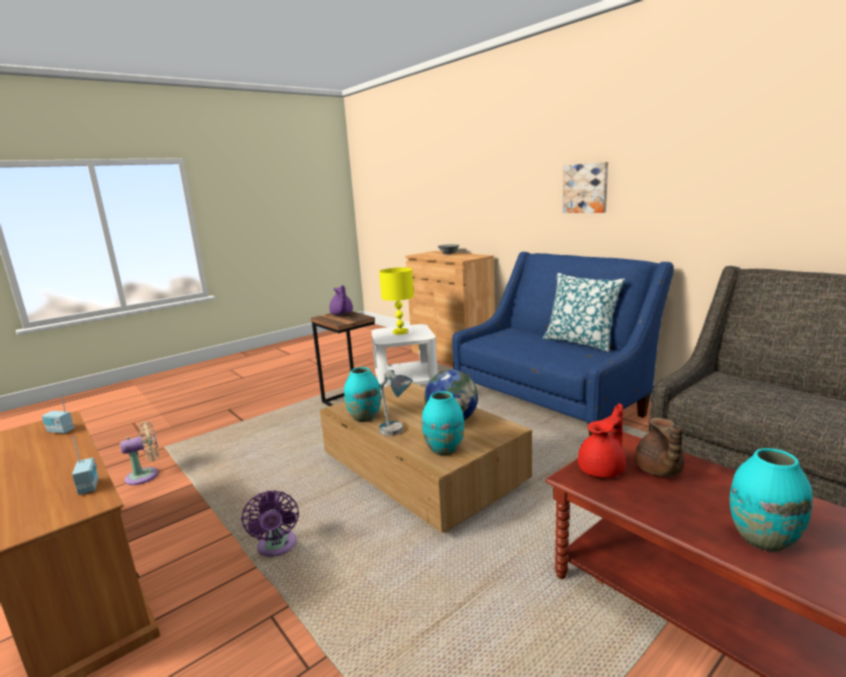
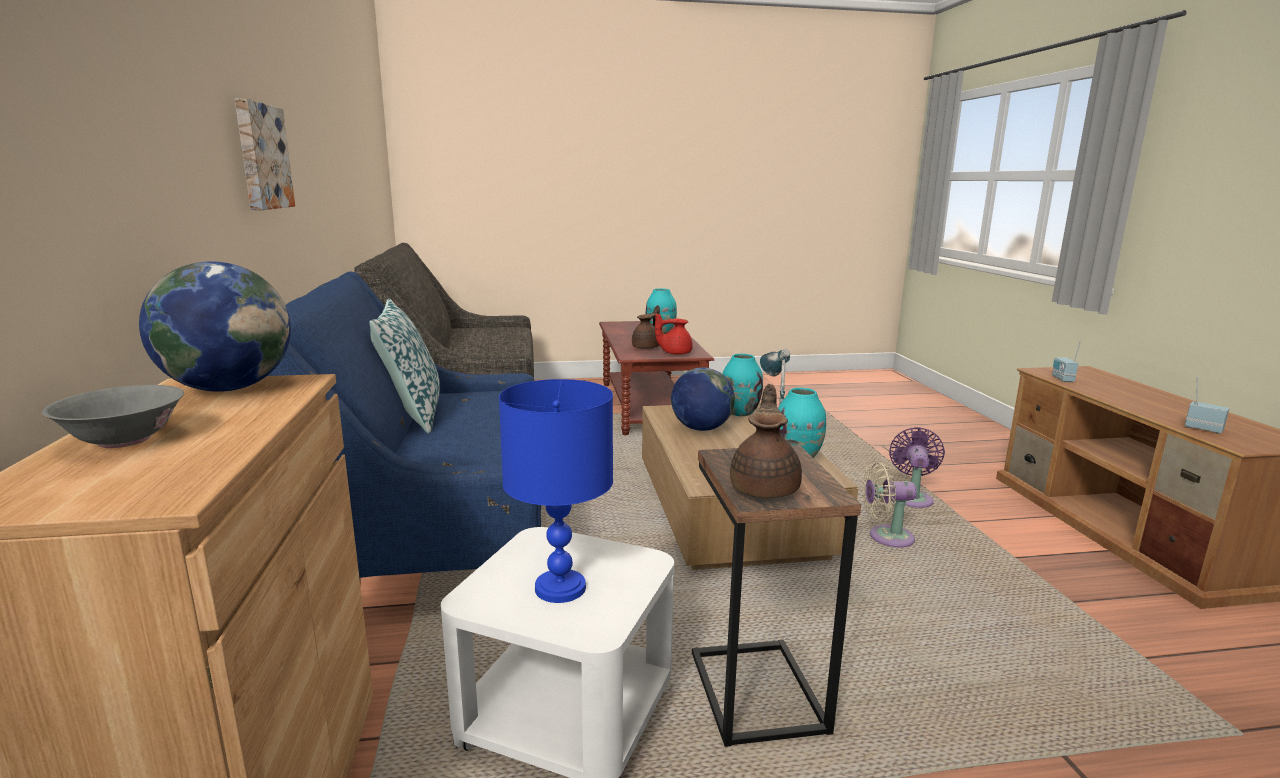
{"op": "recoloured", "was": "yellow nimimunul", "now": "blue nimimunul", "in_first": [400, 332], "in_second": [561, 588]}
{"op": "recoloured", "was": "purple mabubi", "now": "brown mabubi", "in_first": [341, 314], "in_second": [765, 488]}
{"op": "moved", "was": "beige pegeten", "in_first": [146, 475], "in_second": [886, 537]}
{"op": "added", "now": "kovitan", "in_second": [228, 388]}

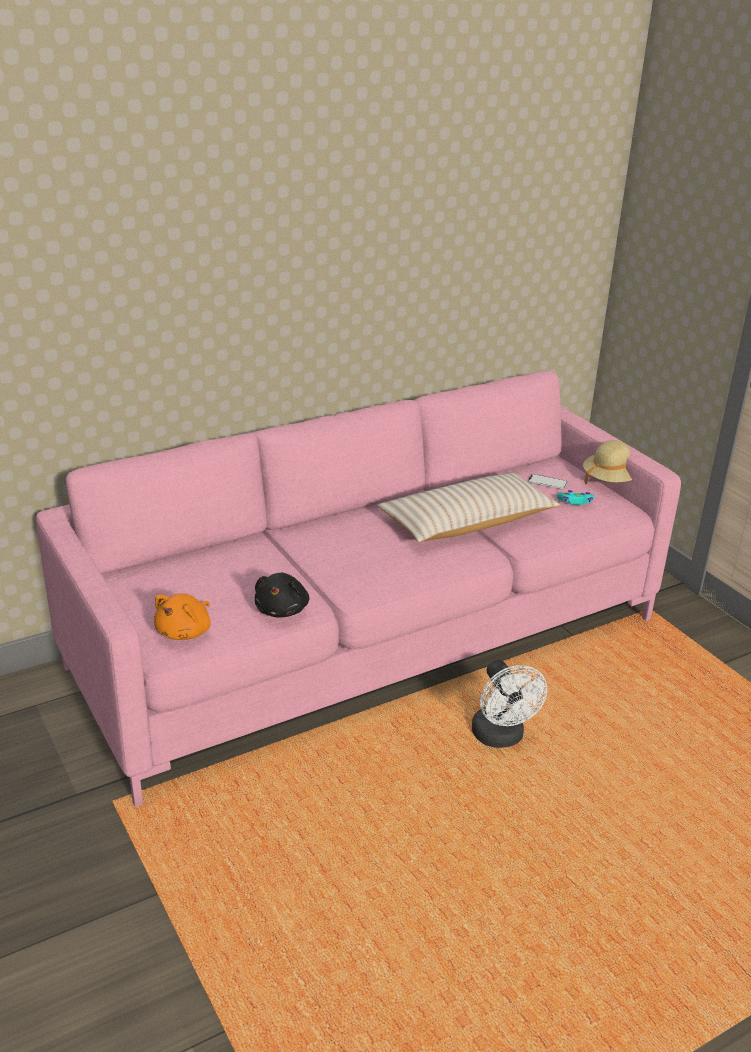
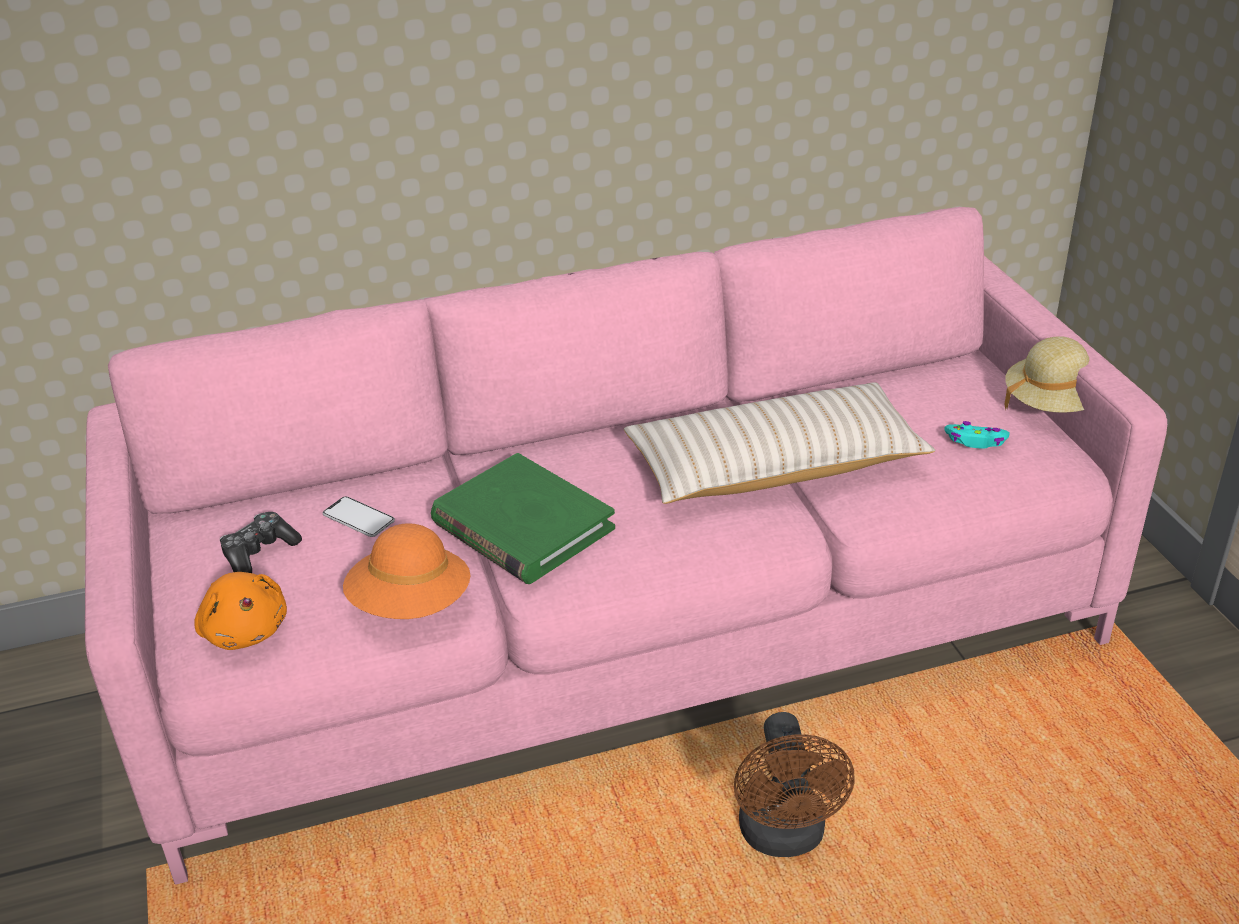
{"op": "moved", "was": "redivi", "in_first": [547, 482], "in_second": [358, 518]}
{"op": "replaced", "was": "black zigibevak", "now": "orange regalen", "in_first": [282, 609], "in_second": [411, 604]}
{"op": "turned", "was": "orange zigibevak", "in_first": [185, 631], "in_second": [245, 630], "clockwise": -75}
{"op": "recoloured", "was": "white pegeten", "now": "brown pegeten", "in_first": [501, 737], "in_second": [785, 837]}
{"op": "added", "now": "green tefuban", "in_second": [522, 526]}
{"op": "added", "now": "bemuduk", "in_second": [259, 553]}

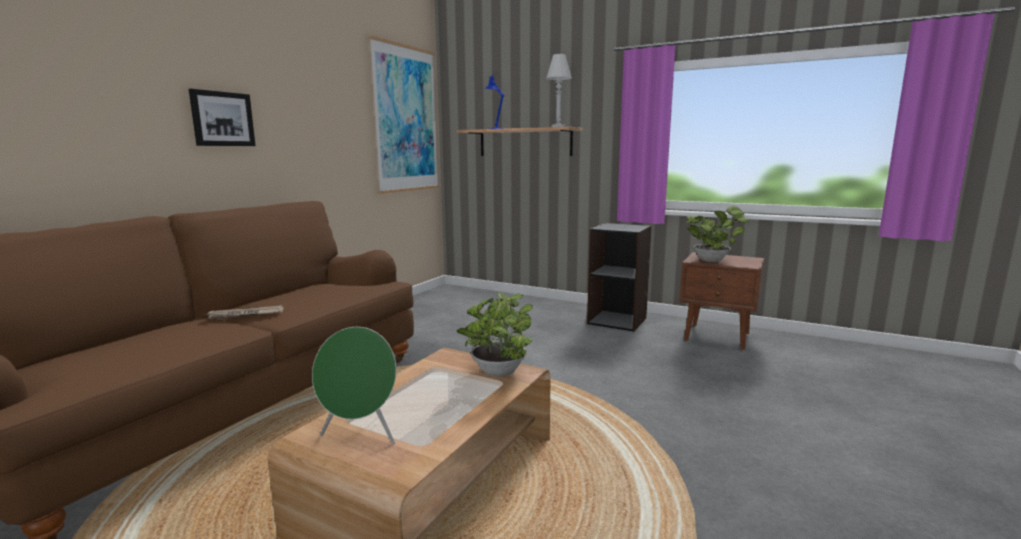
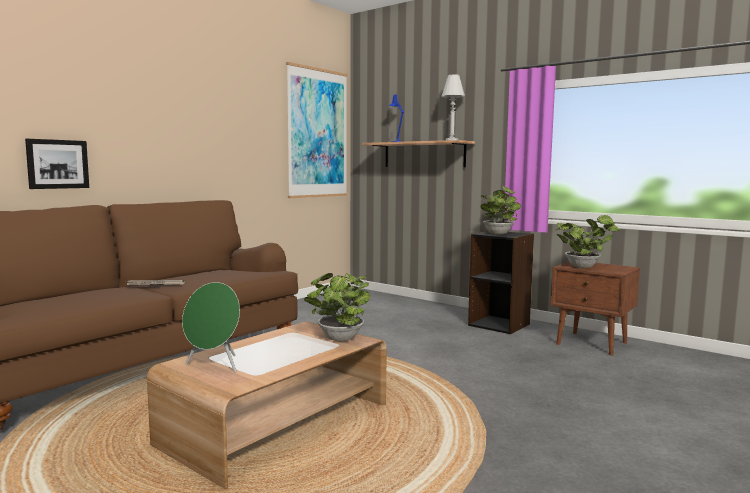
{"op": "moved", "was": "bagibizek", "in_first": [222, 119], "in_second": [57, 164]}
{"op": "added", "now": "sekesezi", "in_second": [498, 233]}

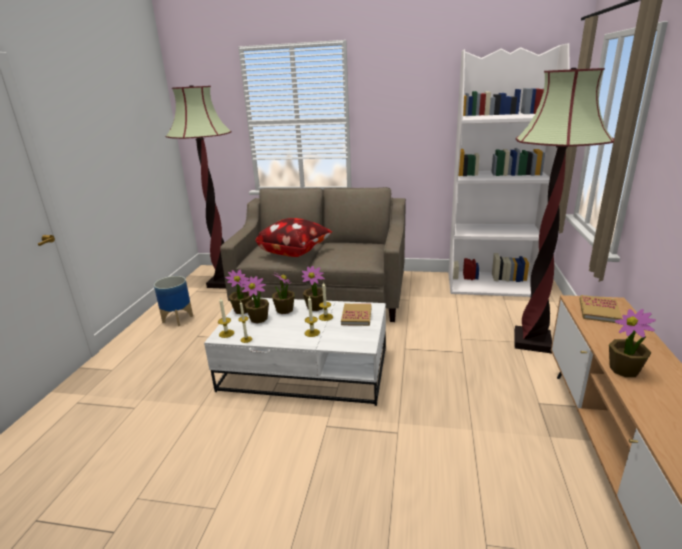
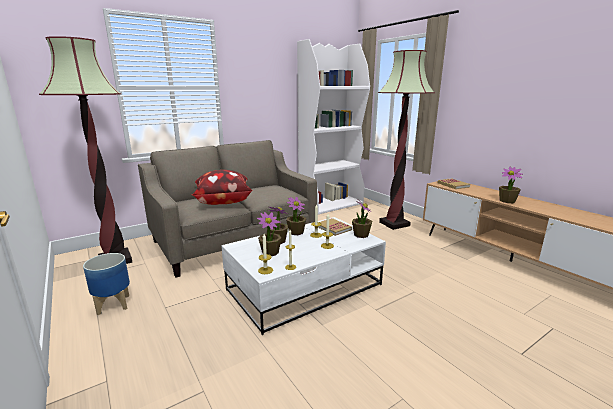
{"op": "moved", "was": "sekesezi", "in_first": [242, 310], "in_second": [361, 235]}

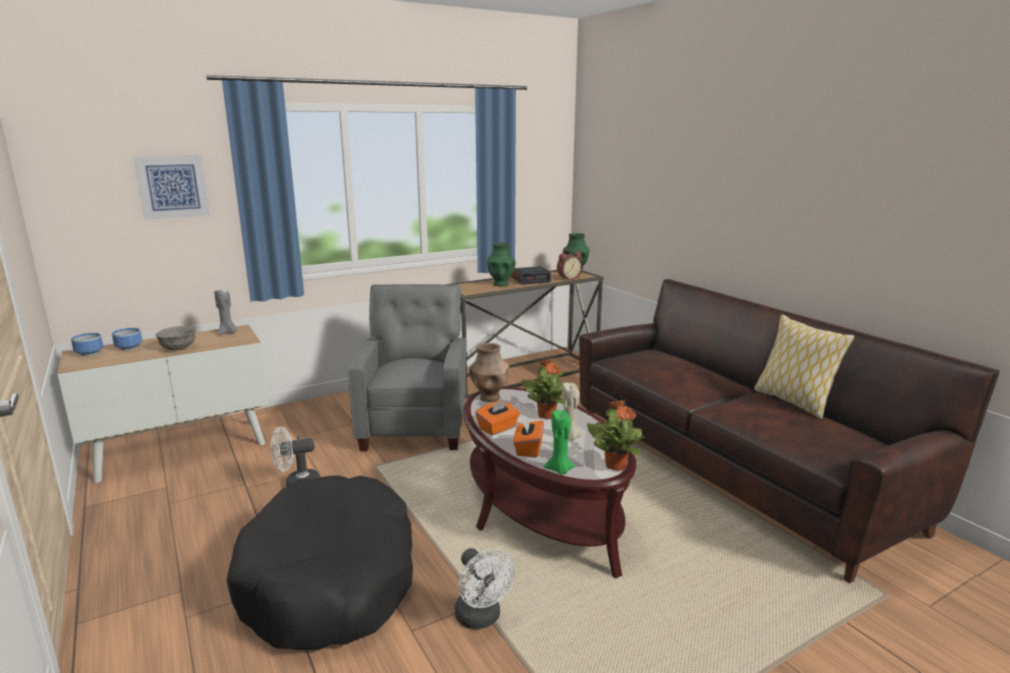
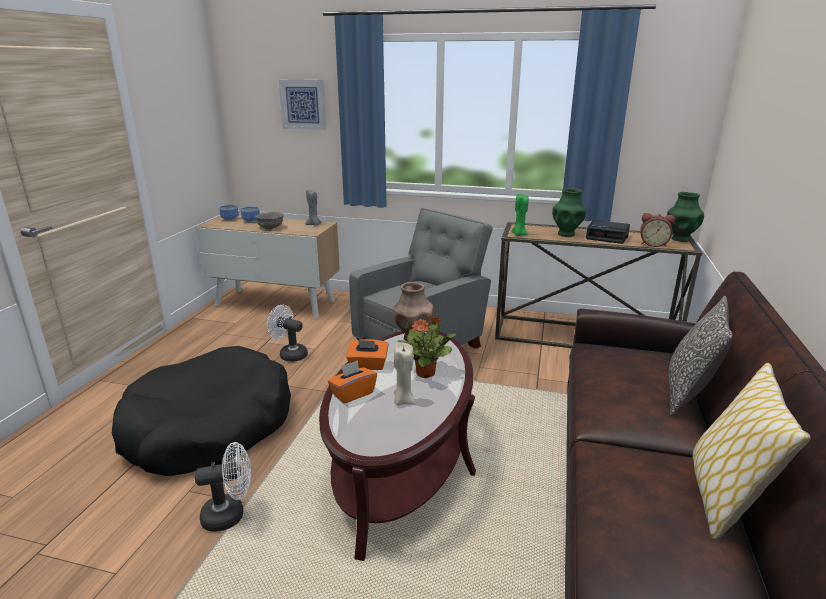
{"op": "removed", "was": "sekesezi", "in_first": [615, 465]}
{"op": "moved", "was": "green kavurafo", "in_first": [560, 470], "in_second": [519, 235]}
{"op": "turned", "was": "white pegeten", "in_first": [481, 618], "in_second": [230, 514], "clockwise": -120}
{"op": "added", "now": "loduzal", "in_second": [688, 393]}

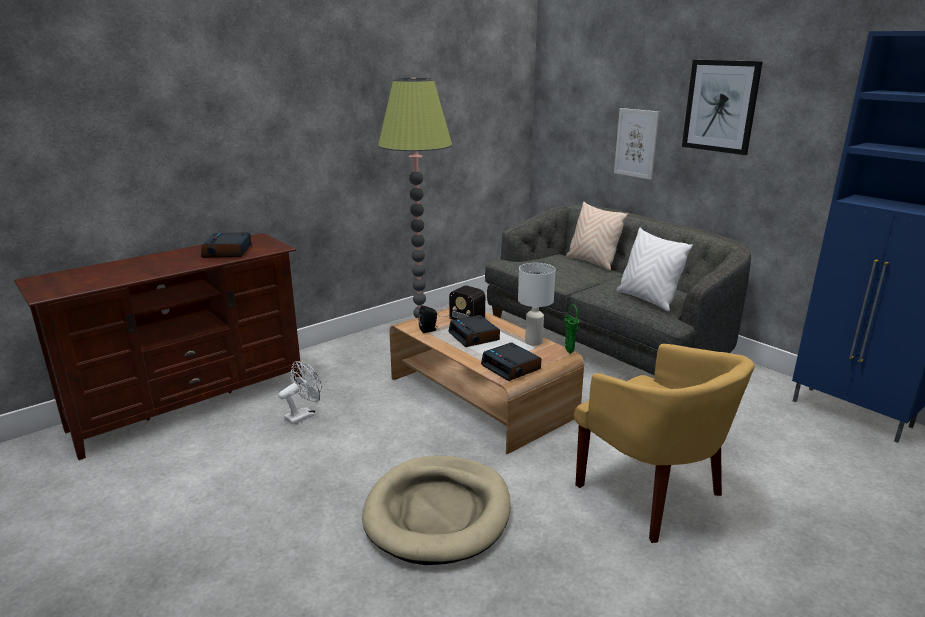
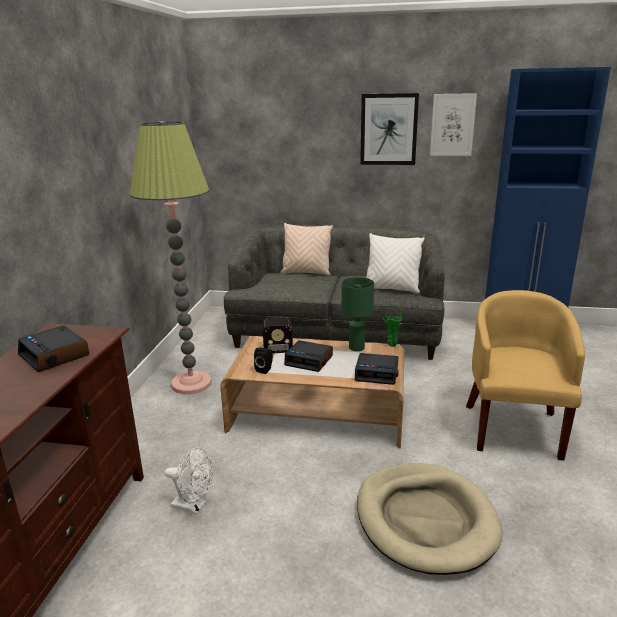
{"op": "moved", "was": "bagibizek", "in_first": [636, 143], "in_second": [452, 125]}
{"op": "recoloured", "was": "white nimimunul", "now": "green nimimunul", "in_first": [534, 342], "in_second": [357, 347]}
{"op": "turned", "was": "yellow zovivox", "in_first": [652, 495], "in_second": [513, 428], "clockwise": -90}
{"op": "turned", "was": "white pegeten", "in_first": [304, 415], "in_second": [193, 506], "clockwise": 105}

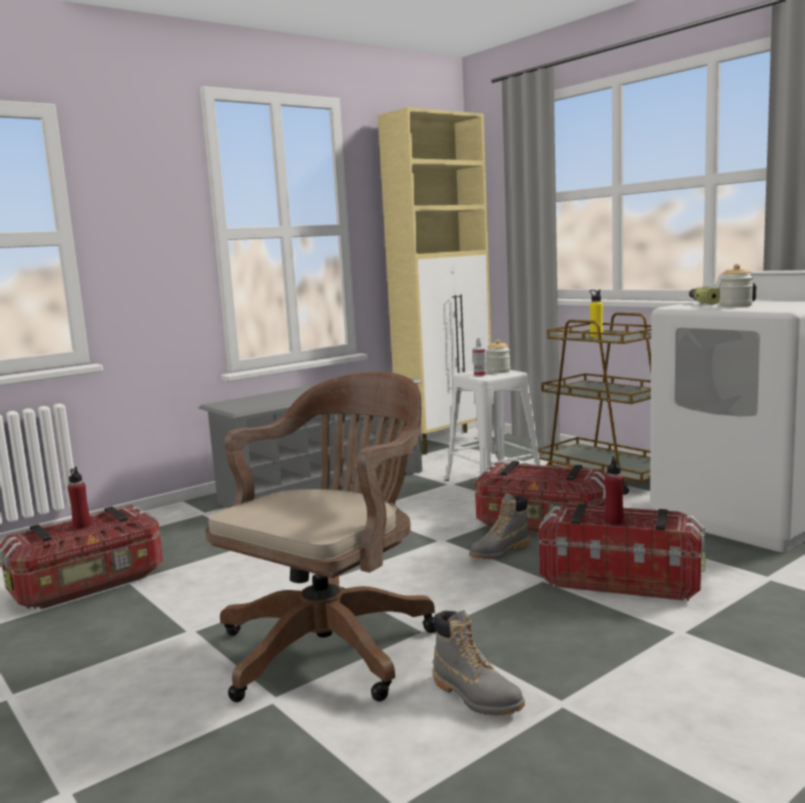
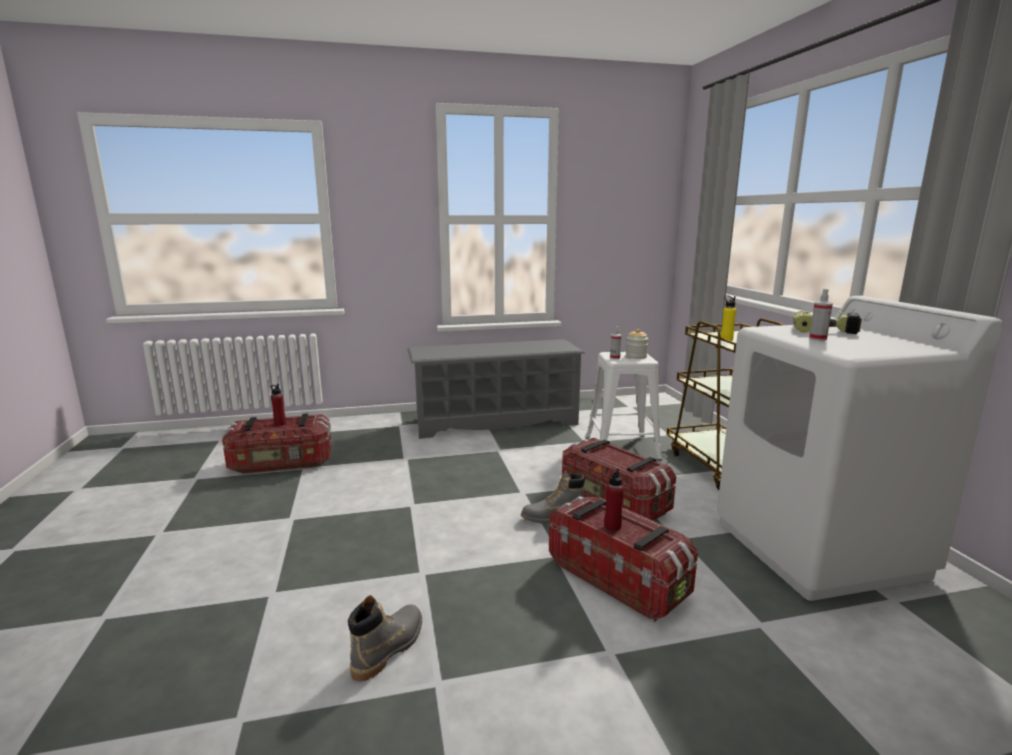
{"op": "removed", "was": "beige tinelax", "in_first": [447, 442]}
{"op": "replaced", "was": "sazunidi", "now": "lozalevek", "in_first": [735, 306], "in_second": [817, 339]}
{"op": "removed", "was": "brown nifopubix", "in_first": [334, 644]}
{"op": "turned", "was": "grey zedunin", "in_first": [477, 696], "in_second": [389, 648], "clockwise": -135}

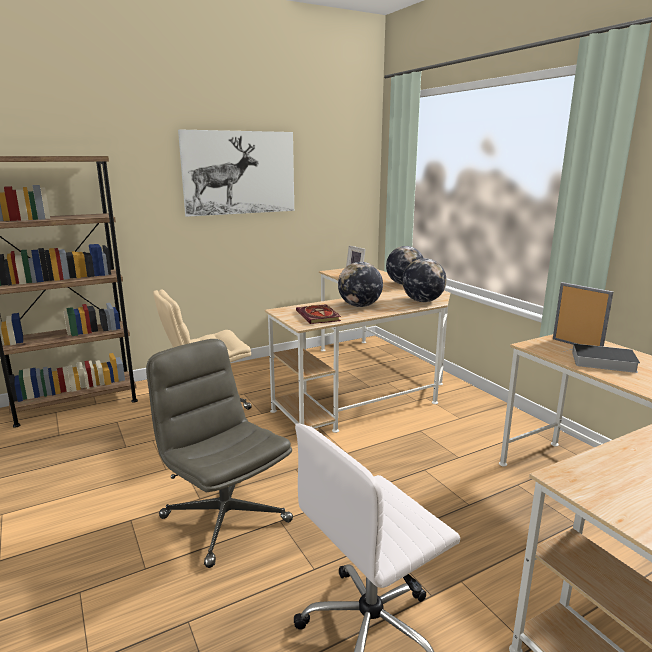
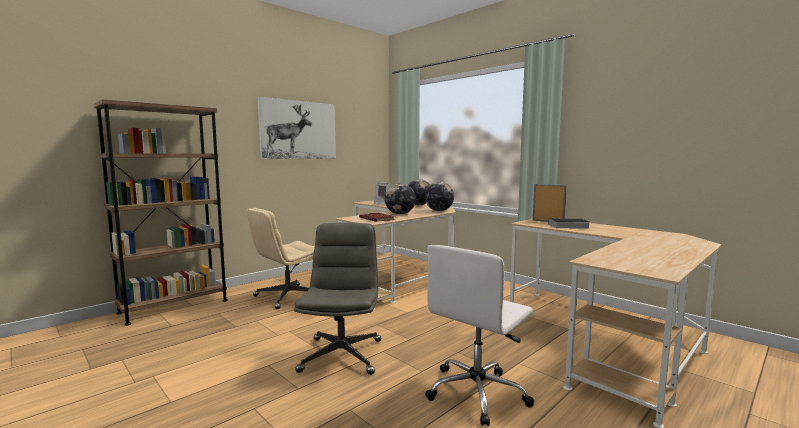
{"op": "turned", "was": "grey nifopubix", "in_first": [224, 518], "in_second": [341, 355], "clockwise": 60}

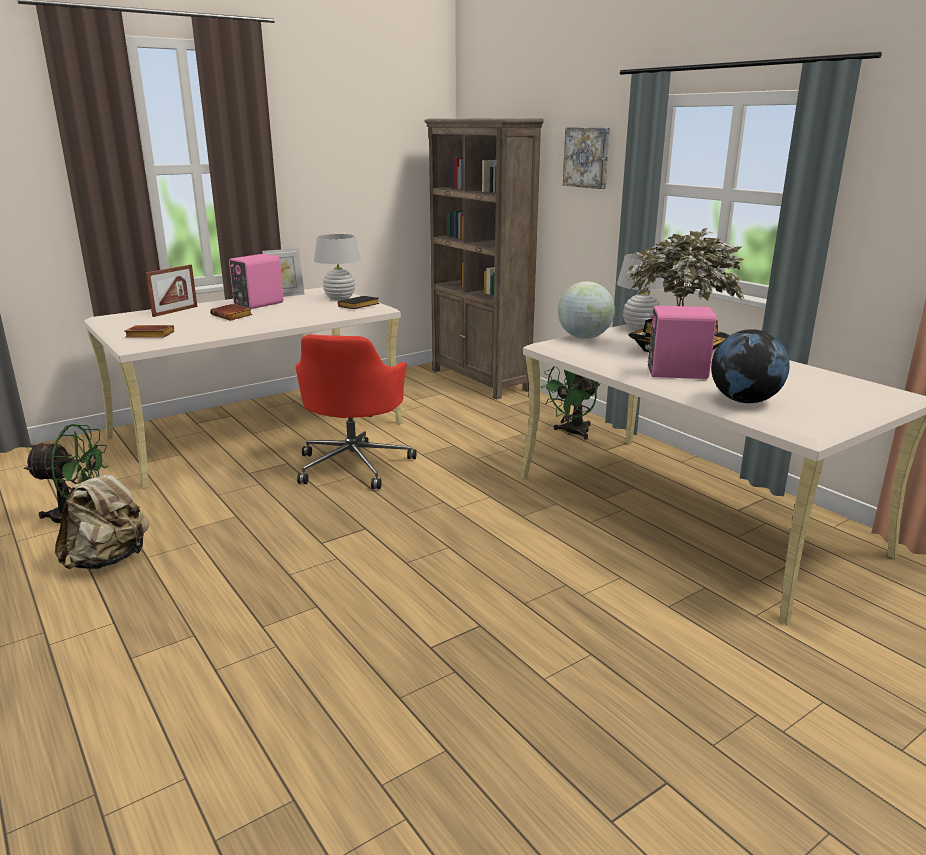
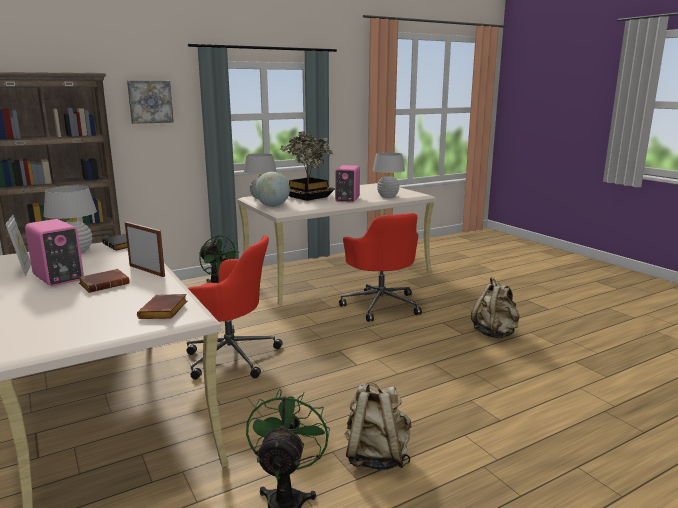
{"op": "moved", "was": "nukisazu", "in_first": [175, 311], "in_second": [146, 271]}
{"op": "replaced", "was": "kovitan", "now": "white nimimunul", "in_first": [744, 401], "in_second": [387, 196]}
{"op": "added", "now": "red nifopubix", "in_second": [381, 305]}
{"op": "added", "now": "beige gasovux", "in_second": [495, 333]}

